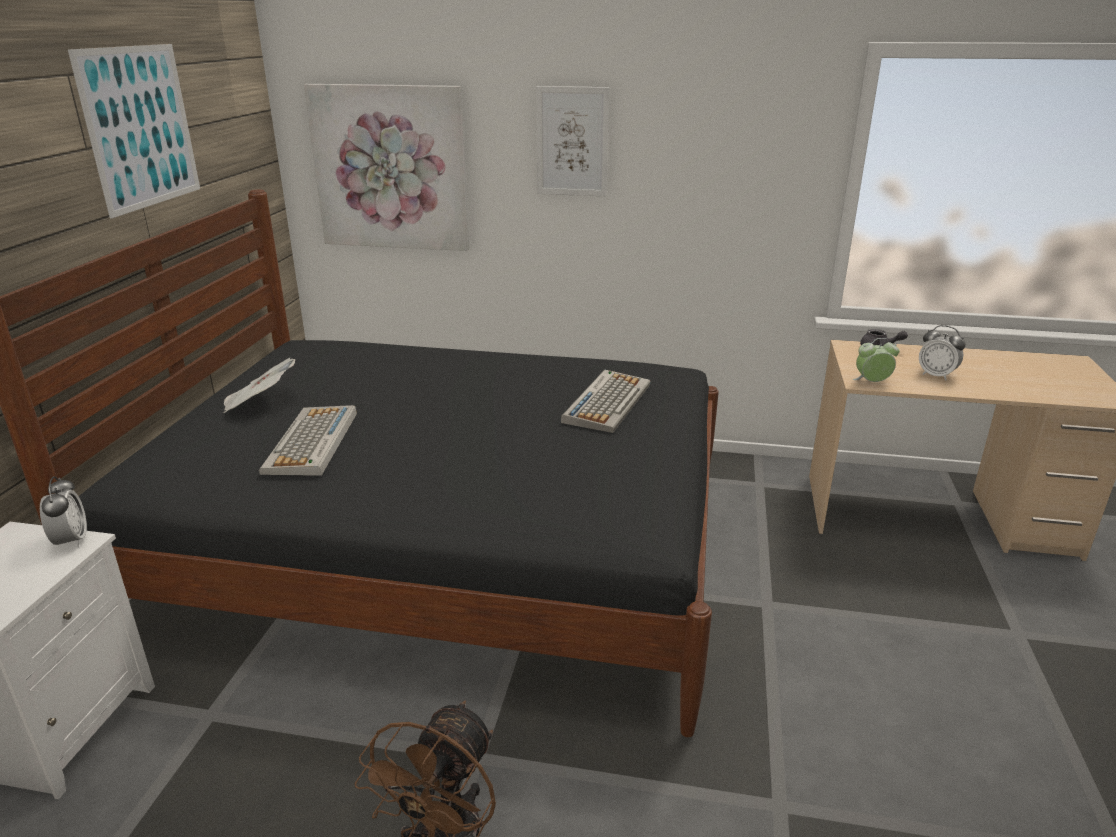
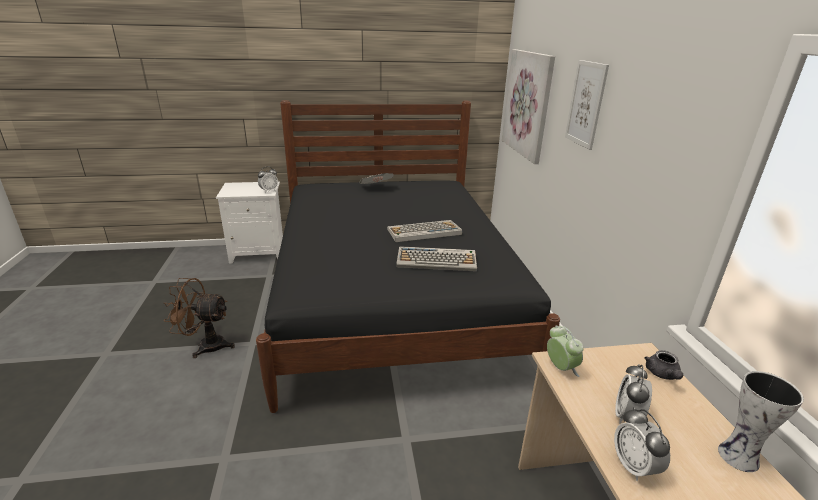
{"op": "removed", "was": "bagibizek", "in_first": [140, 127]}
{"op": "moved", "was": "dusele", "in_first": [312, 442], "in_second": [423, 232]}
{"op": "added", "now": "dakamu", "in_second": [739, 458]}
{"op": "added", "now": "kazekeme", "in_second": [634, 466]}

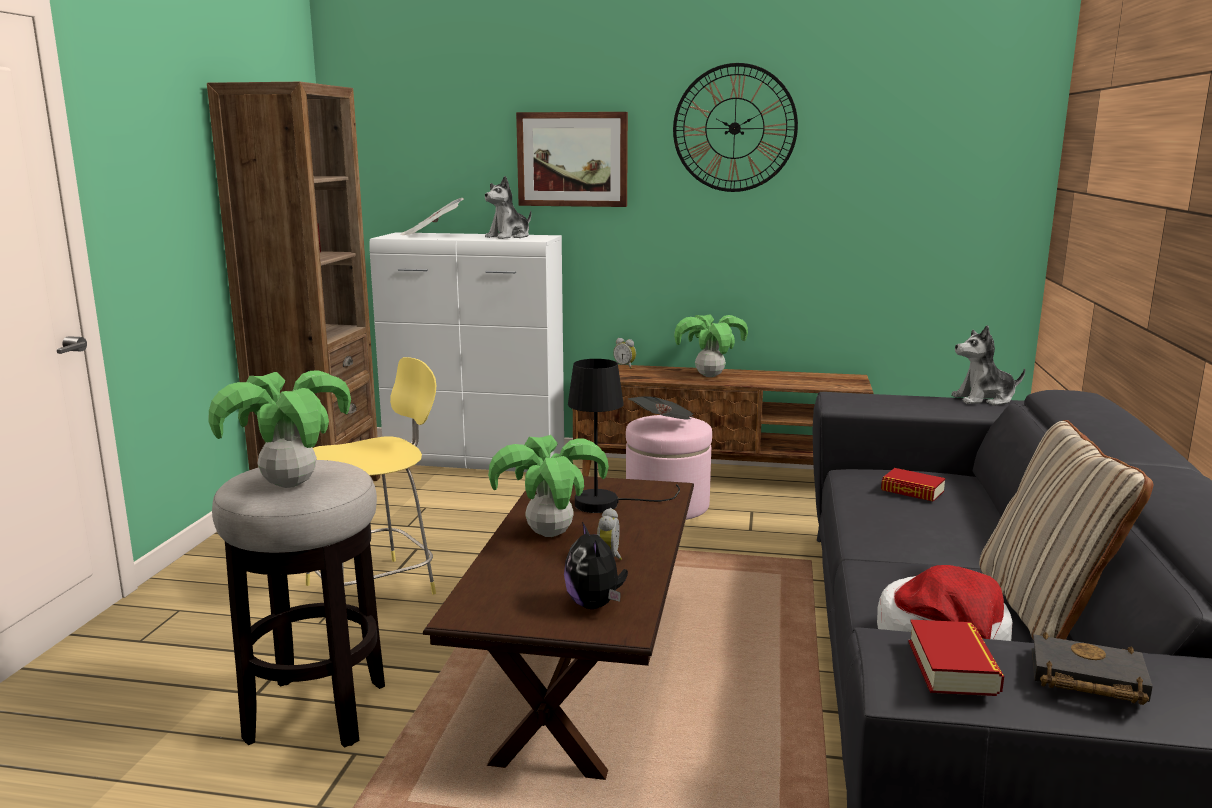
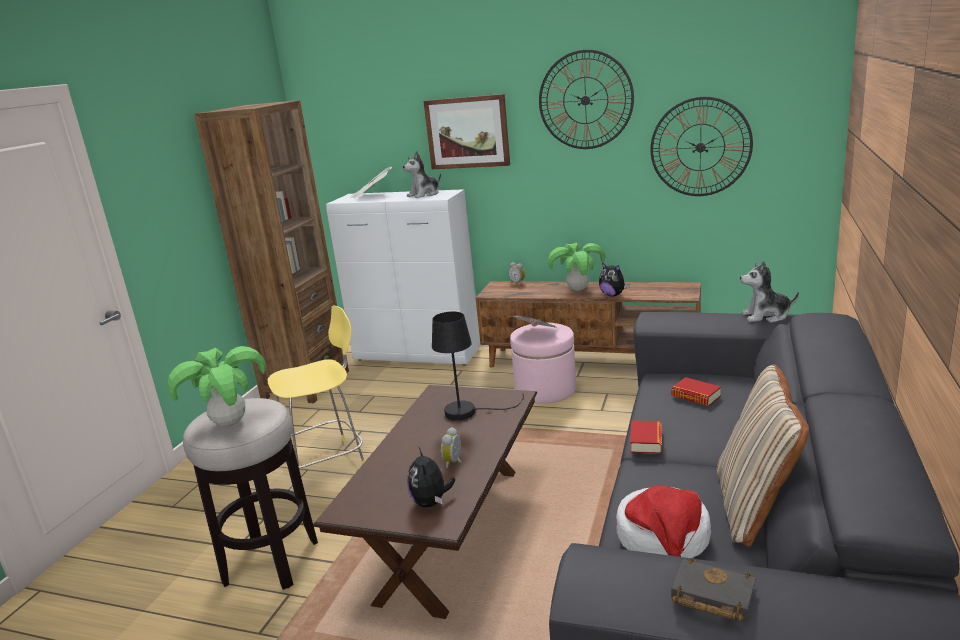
{"op": "removed", "was": "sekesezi", "in_first": [550, 533]}
{"op": "moved", "was": "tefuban", "in_first": [952, 667], "in_second": [646, 441]}
{"op": "added", "now": "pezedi", "in_second": [700, 147]}
{"op": "added", "now": "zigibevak", "in_second": [613, 295]}

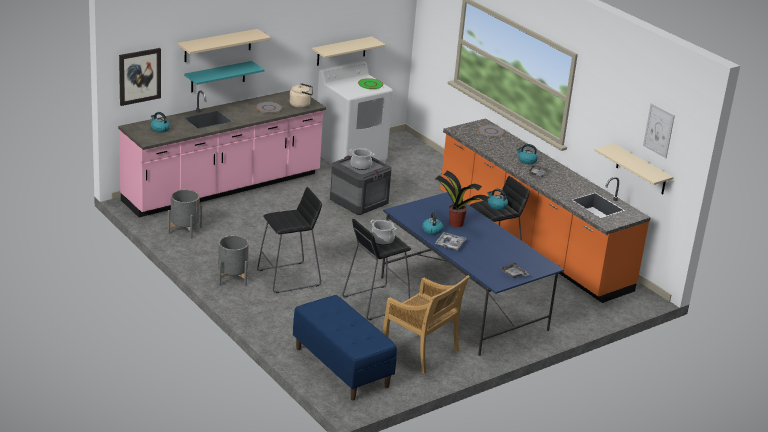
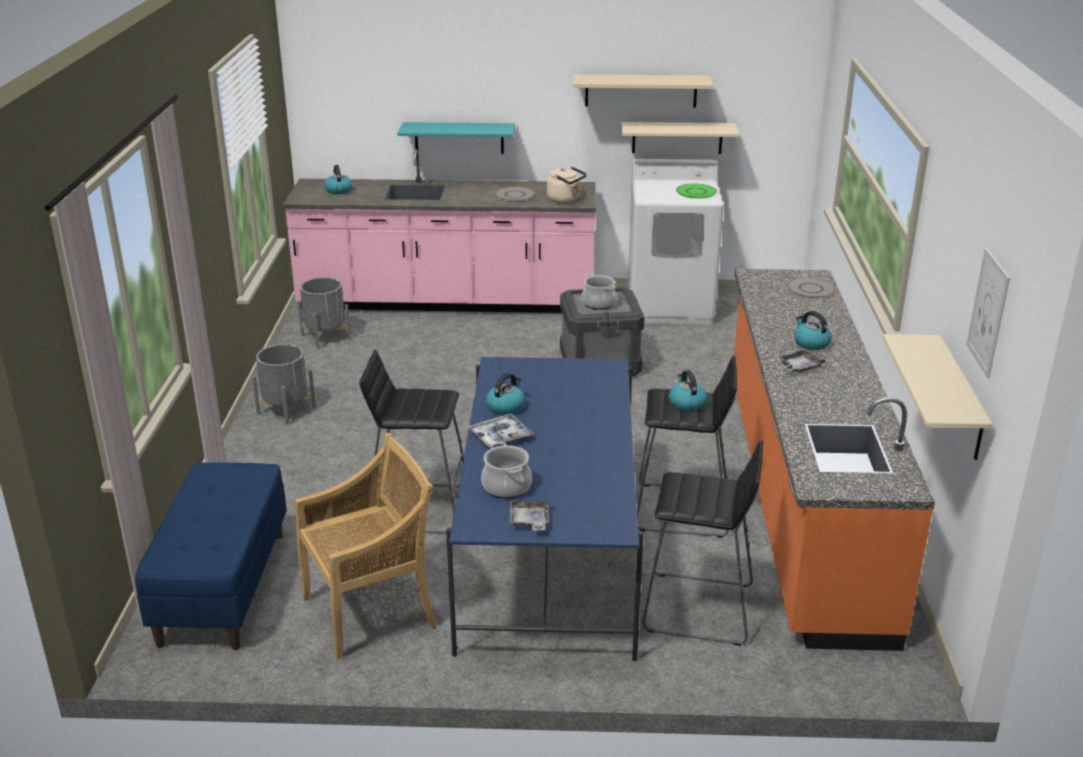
{"op": "moved", "was": "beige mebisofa", "in_first": [218, 45], "in_second": [641, 90]}
{"op": "removed", "was": "bagibizek", "in_first": [139, 76]}
{"op": "removed", "was": "sekesezi", "in_first": [455, 223]}
{"op": "moved", "was": "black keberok", "in_first": [289, 278], "in_second": [699, 609]}
{"op": "moved", "was": "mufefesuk", "in_first": [382, 240], "in_second": [507, 486]}
{"op": "turned", "was": "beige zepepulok", "in_first": [421, 352], "in_second": [371, 611], "clockwise": -105}

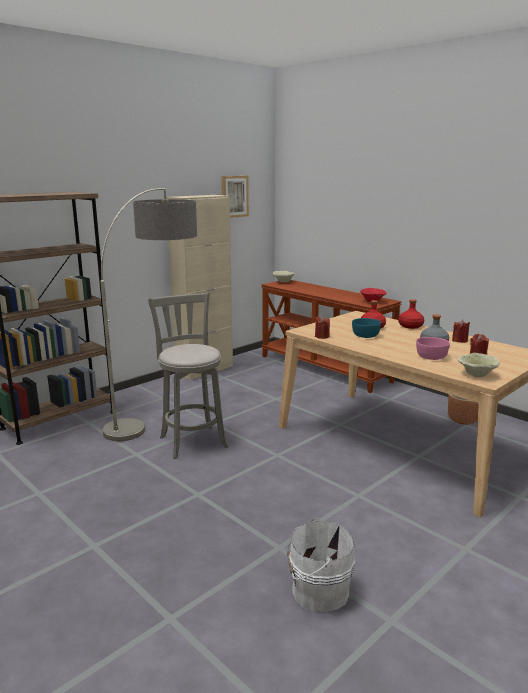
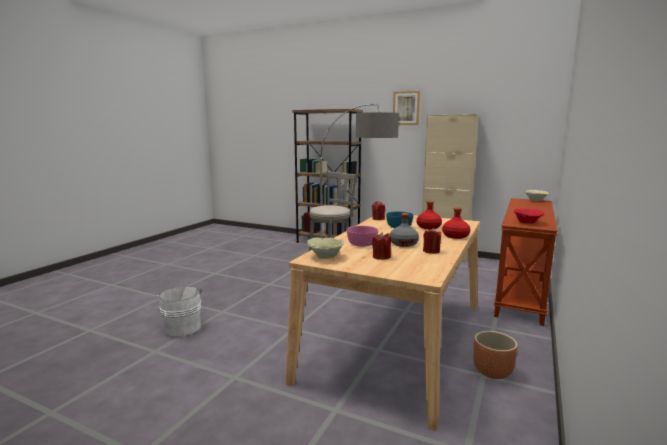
{"op": "moved", "was": "bagibizek", "in_first": [234, 196], "in_second": [406, 108]}

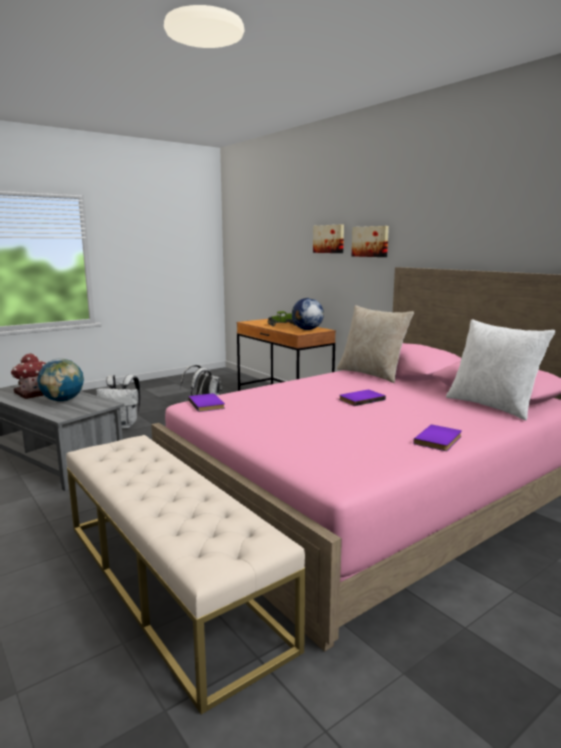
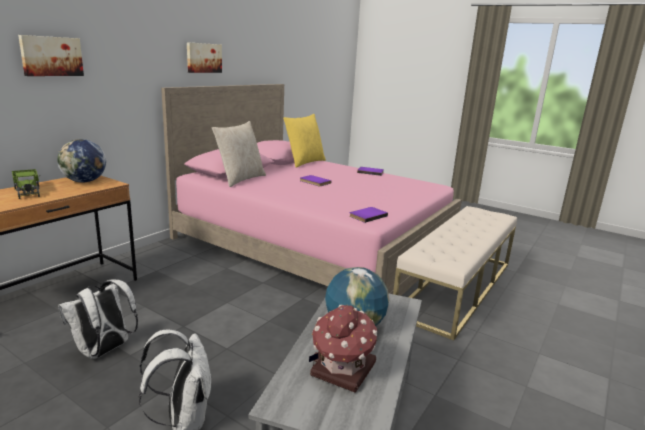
{"op": "moved", "was": "bagibizek", "in_first": [370, 241], "in_second": [203, 58]}
{"op": "recoloured", "was": "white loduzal", "now": "yellow loduzal", "in_first": [492, 406], "in_second": [304, 162]}

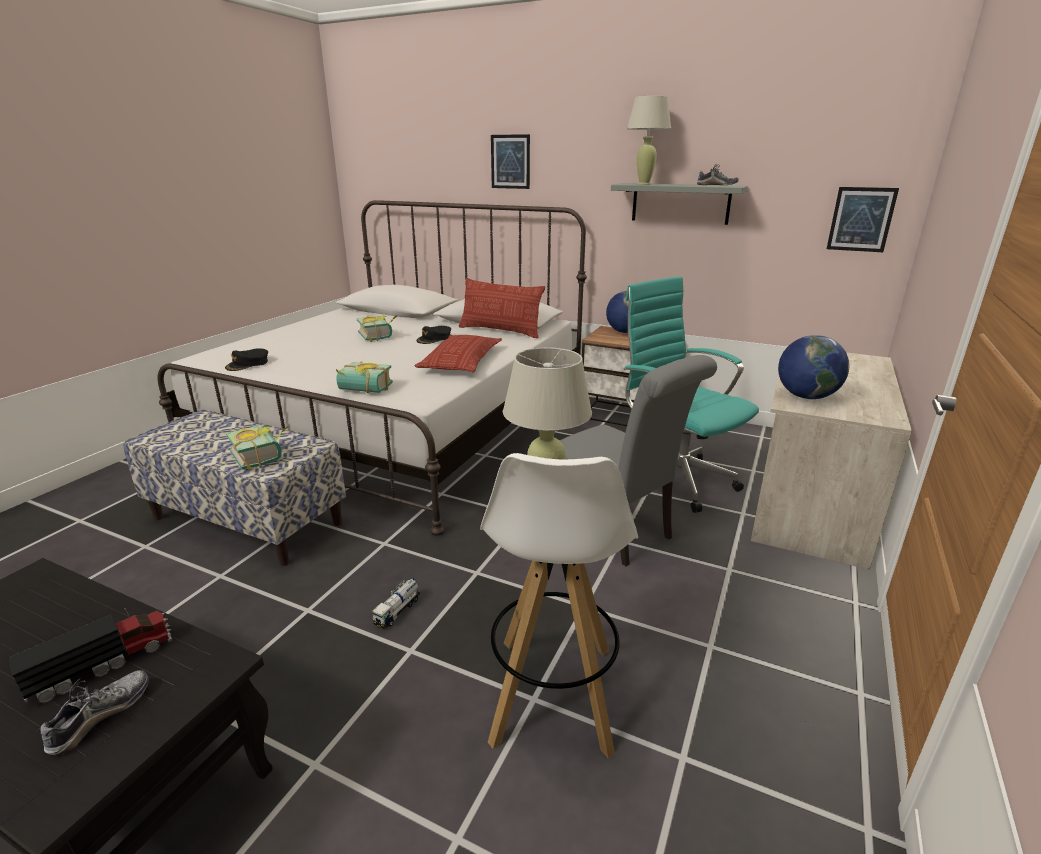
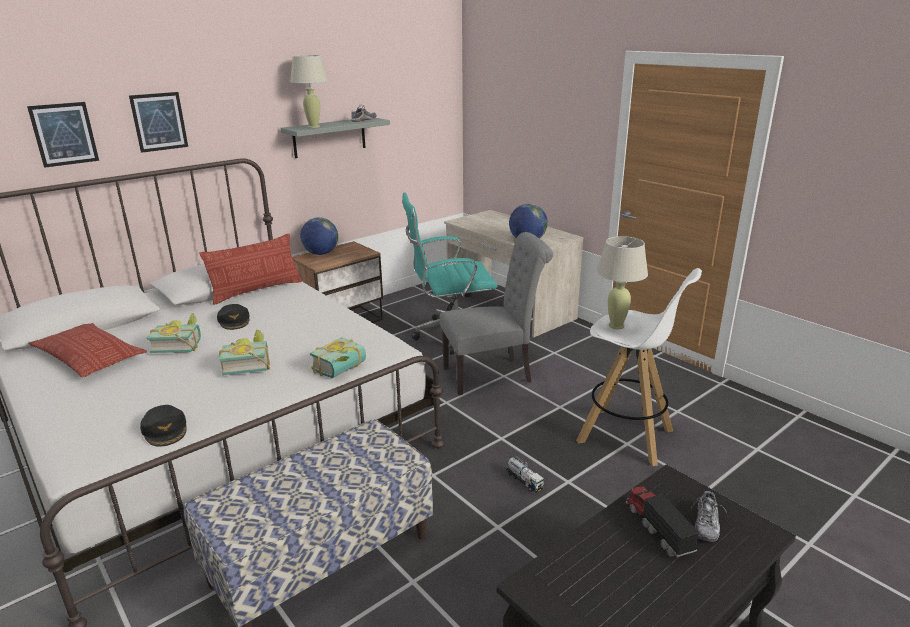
{"op": "moved", "was": "bagibizek", "in_first": [861, 219], "in_second": [64, 134]}
{"op": "moved", "was": "loduzal", "in_first": [461, 361], "in_second": [89, 356]}
{"op": "moved", "was": "tefuban", "in_first": [263, 456], "in_second": [247, 364]}
{"op": "turned", "was": "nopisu", "in_first": [100, 716], "in_second": [706, 524], "clockwise": -120}

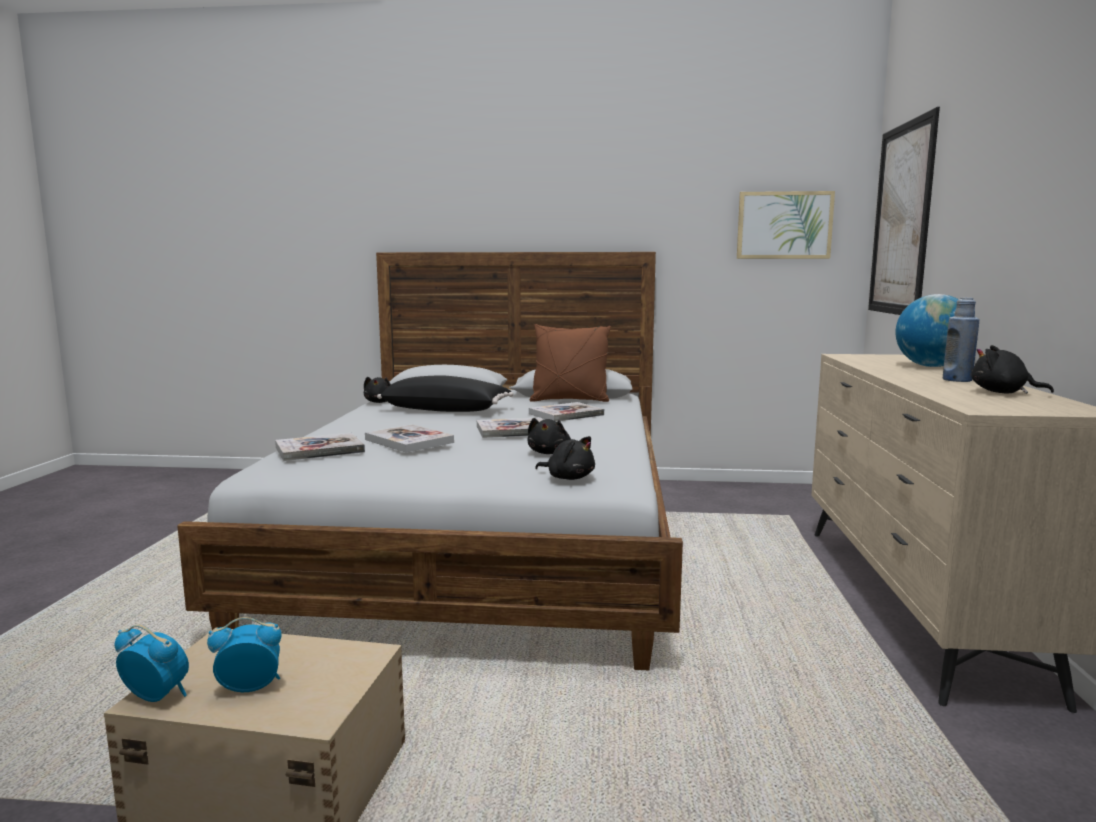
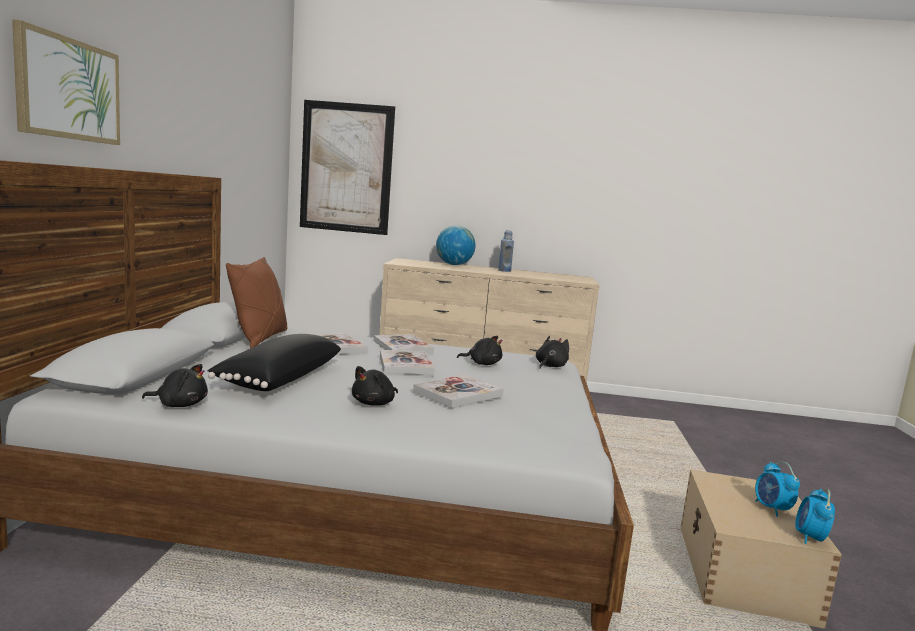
{"op": "moved", "was": "bagibizek", "in_first": [784, 225], "in_second": [68, 89]}
{"op": "moved", "was": "black zigibevak", "in_first": [1002, 393], "in_second": [374, 403]}
{"op": "moved", "was": "tefuban", "in_first": [319, 450], "in_second": [402, 347]}

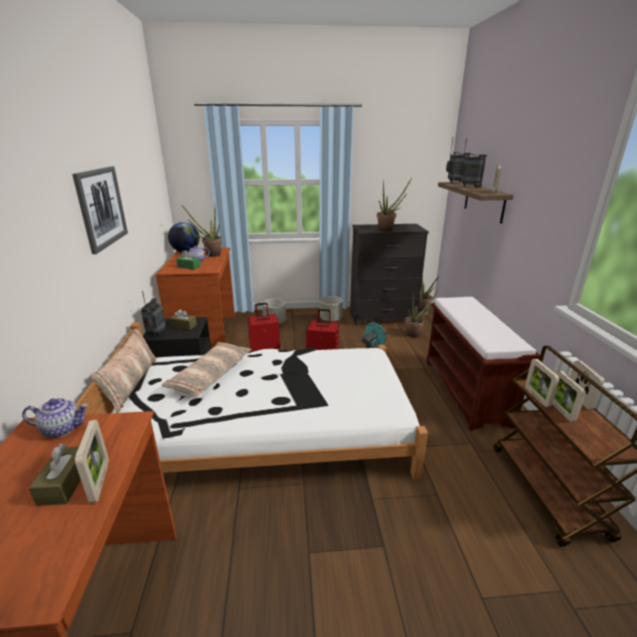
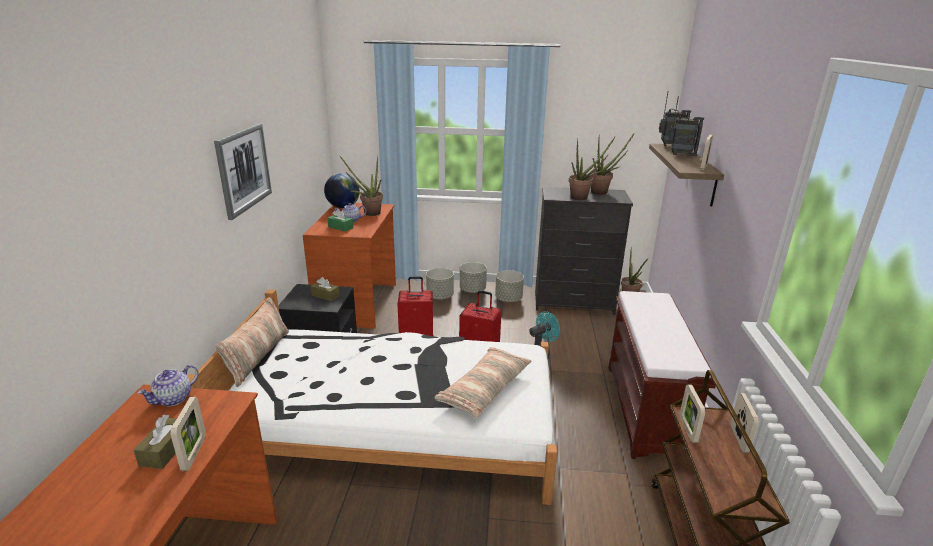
{"op": "moved", "was": "sekesezi", "in_first": [415, 334], "in_second": [602, 192]}
{"op": "removed", "was": "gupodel", "in_first": [156, 333]}
{"op": "moved", "was": "loduzal", "in_first": [210, 375], "in_second": [484, 389]}
{"op": "removed", "was": "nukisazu", "in_first": [561, 411]}
{"op": "turned", "was": "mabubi", "in_first": [62, 428], "in_second": [173, 399], "clockwise": 120}
{"op": "added", "now": "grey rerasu", "in_second": [472, 290]}

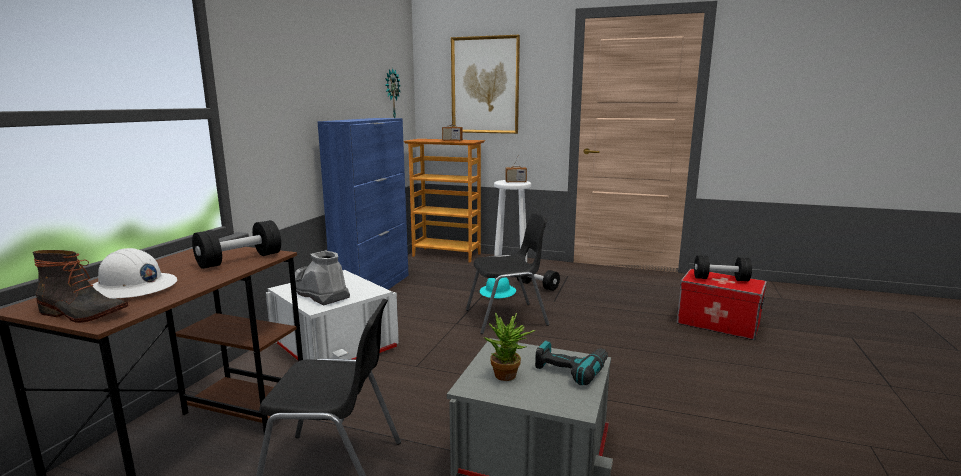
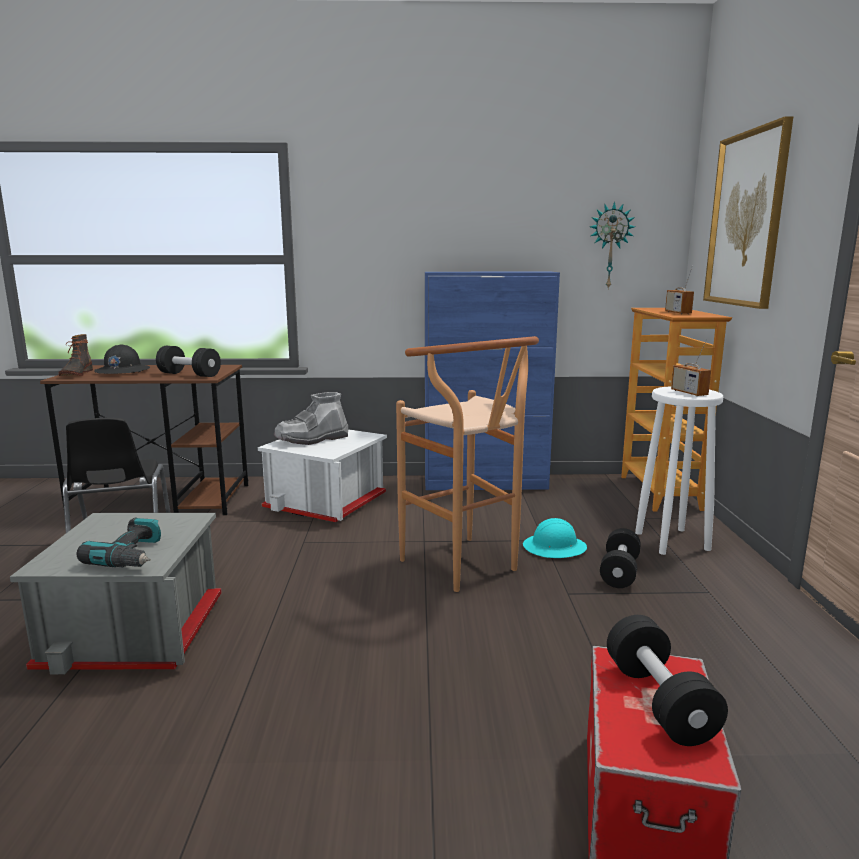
{"op": "replaced", "was": "black zepepulok", "now": "brown keberok", "in_first": [508, 318], "in_second": [467, 568]}
{"op": "recoloured", "was": "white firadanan", "now": "black firadanan", "in_first": [132, 288], "in_second": [122, 371]}
{"op": "turned", "was": "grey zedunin", "in_first": [319, 293], "in_second": [312, 439], "clockwise": -150}
{"op": "removed", "was": "sekesezi", "in_first": [508, 377]}

